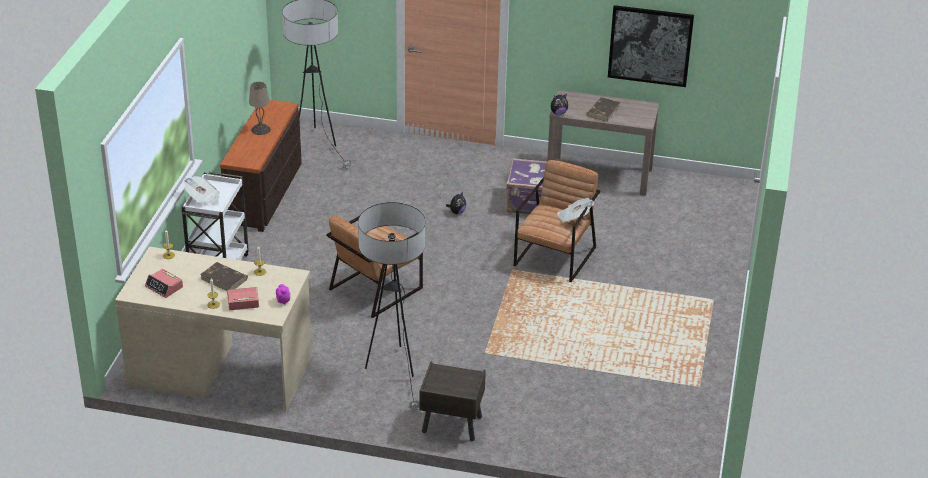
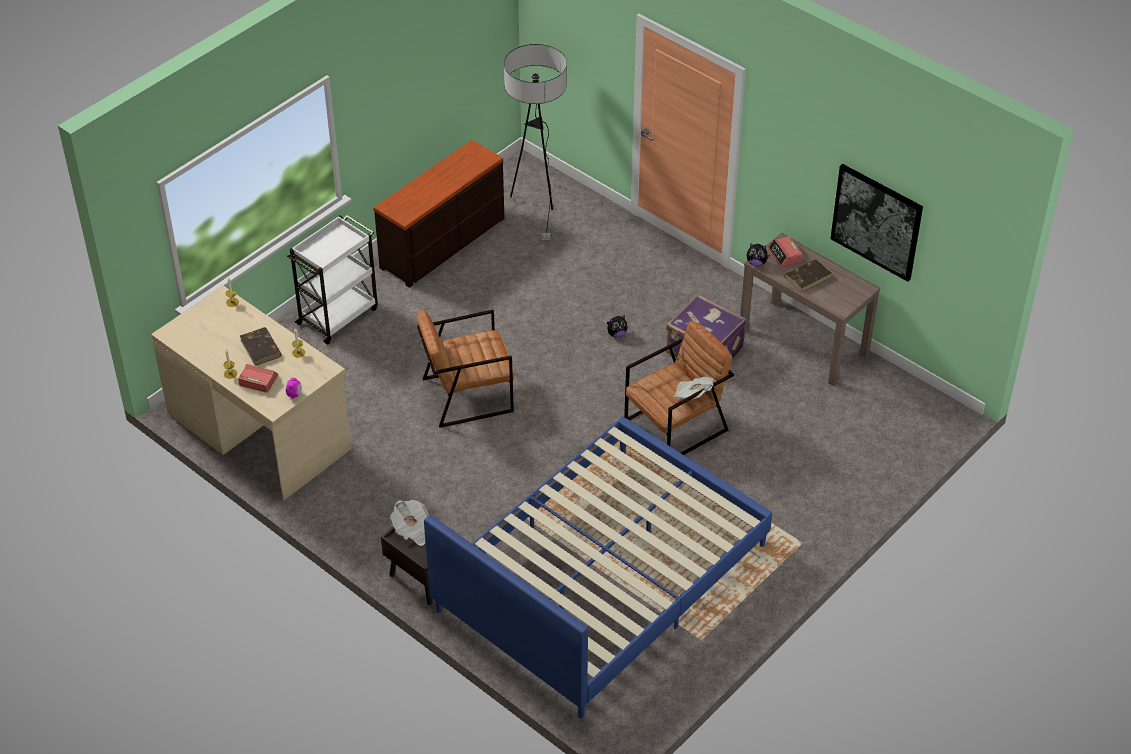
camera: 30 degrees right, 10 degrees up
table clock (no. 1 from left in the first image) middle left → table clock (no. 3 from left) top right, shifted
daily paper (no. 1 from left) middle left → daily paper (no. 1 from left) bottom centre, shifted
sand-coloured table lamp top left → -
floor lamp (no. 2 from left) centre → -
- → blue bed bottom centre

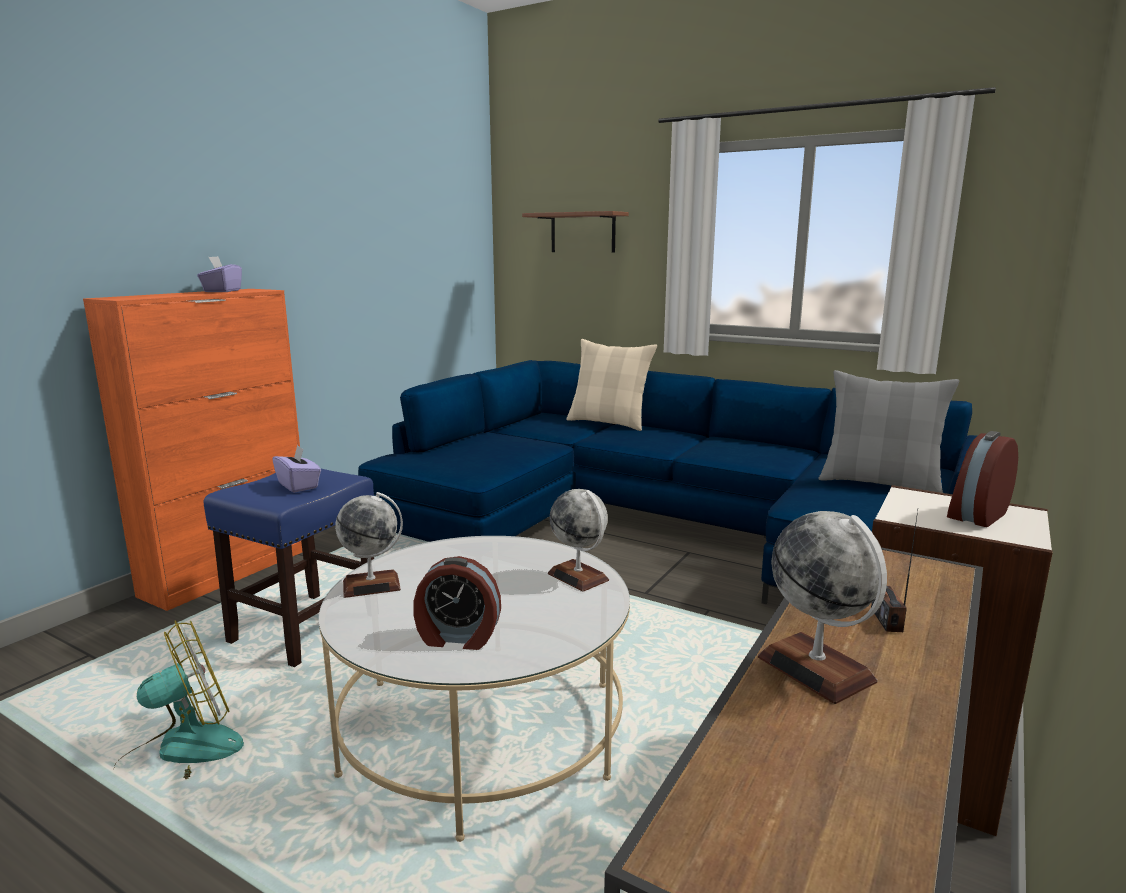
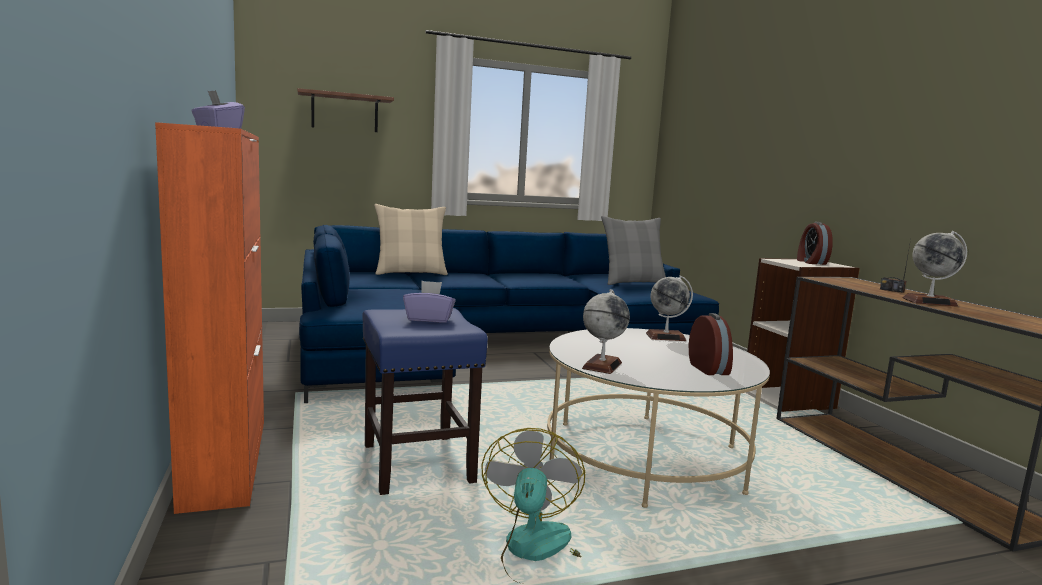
camera: 50 degrees left, 5 degrees down
table clock (no. 1 from left) bottom centre → table clock (no. 1 from left) middle right, 60 degrees counterclockwise

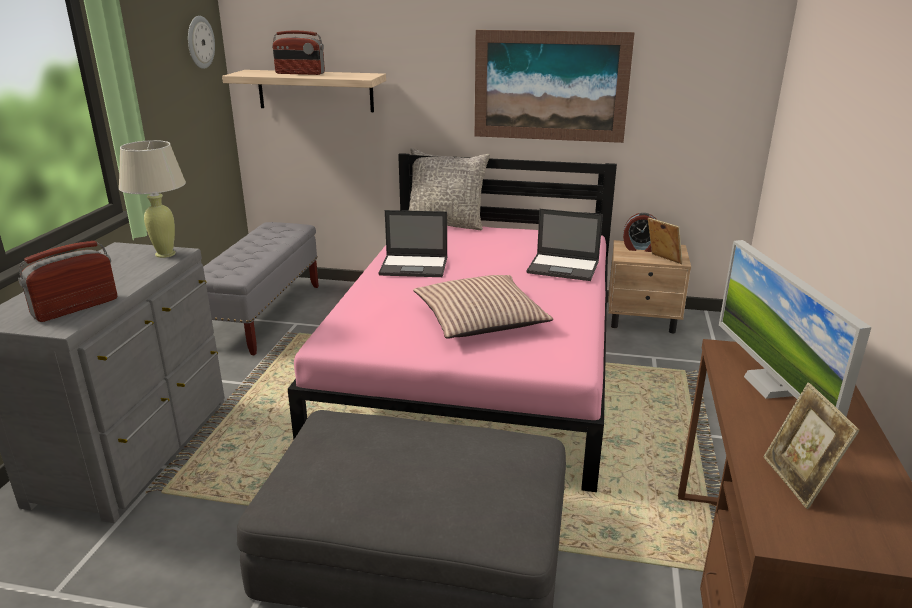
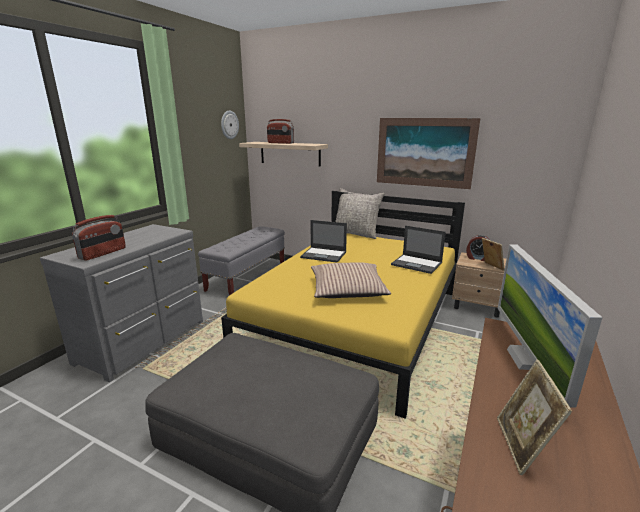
camera: 15 degrees right, 5 degrees down
radio set (no. 1 from left) middle left, 150 degrees clockwise
sand-coloured table lamp top left → -
pink bed centre → yellowish bed centre

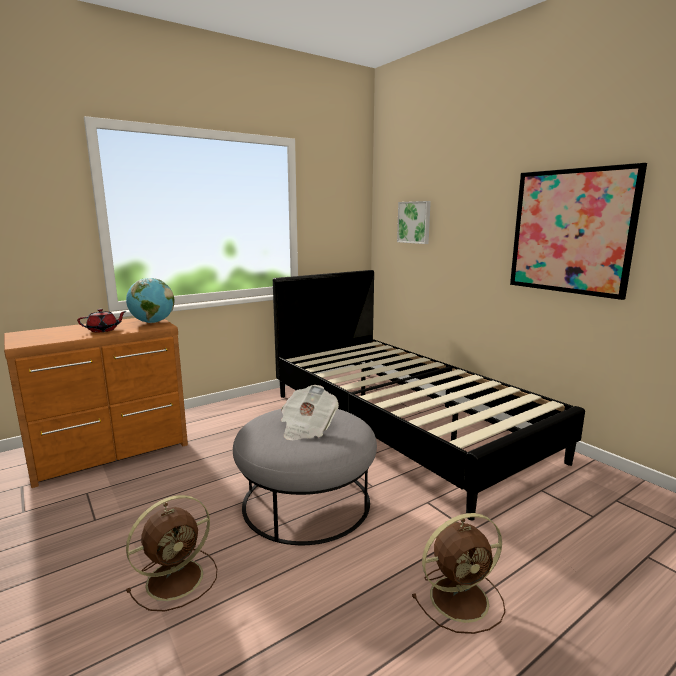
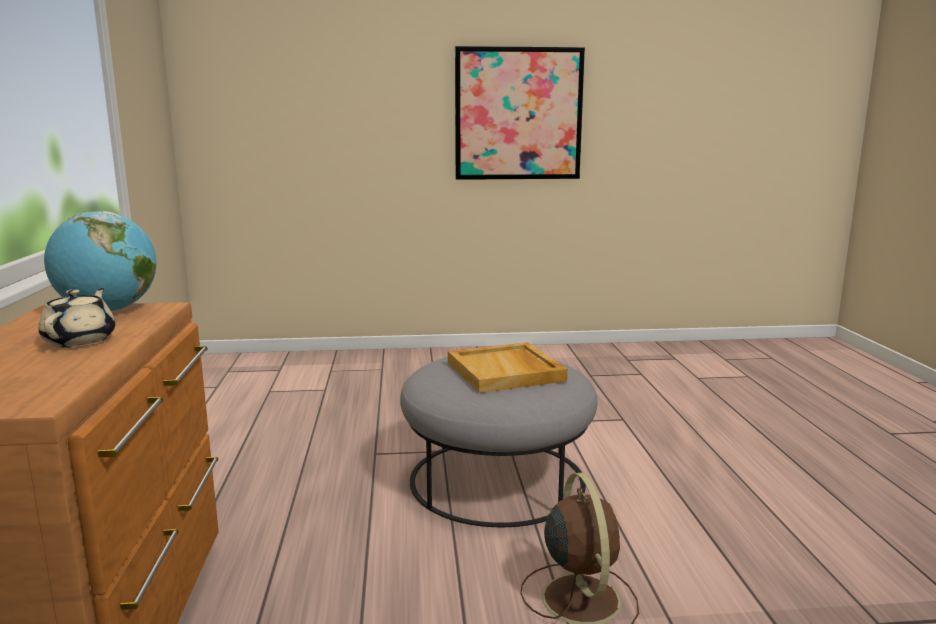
camera: 60 degrees left, 0 degrees up
red teapot middle left → sand-coloured teapot middle left
black-coloured bed centre → -
daily paper centre → sand-coloured tray centre
wall picture (no. 1 from left) top centre → -
brownish fan (no. 2 from left) bottom right → -

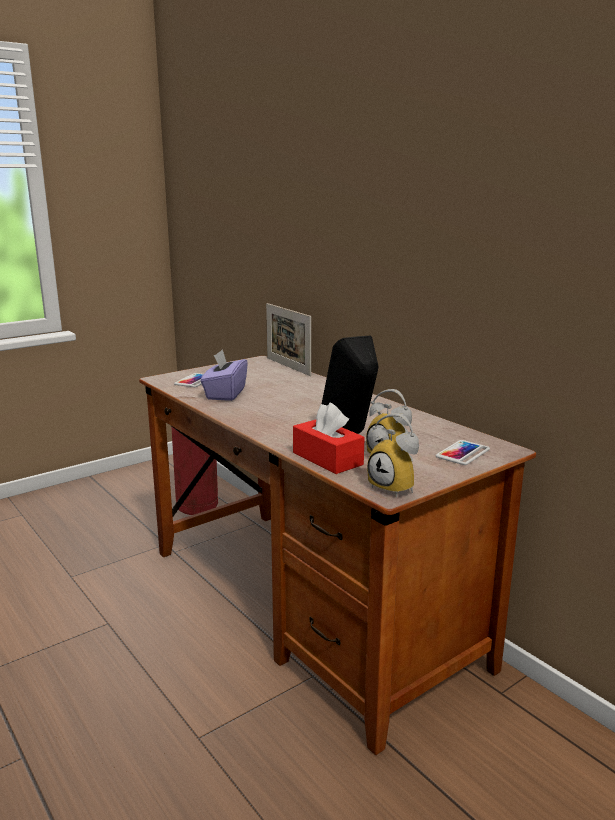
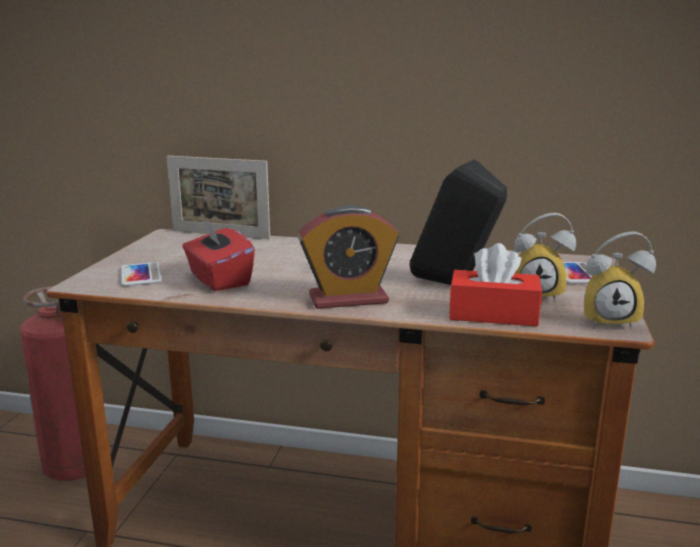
camera: 40 degrees left, 0 degrees up
purple-coloured box of tissues centre → red box of tissues (no. 1 from left) middle left
- → table clock (no. 1 from left) centre

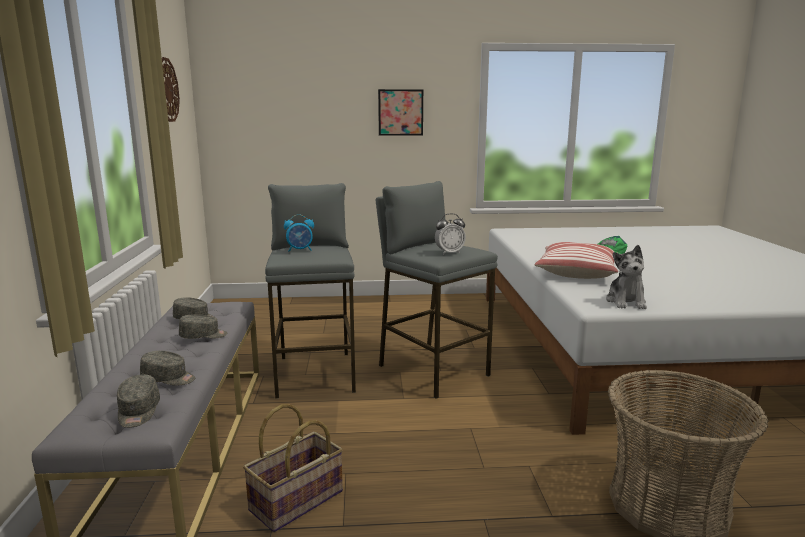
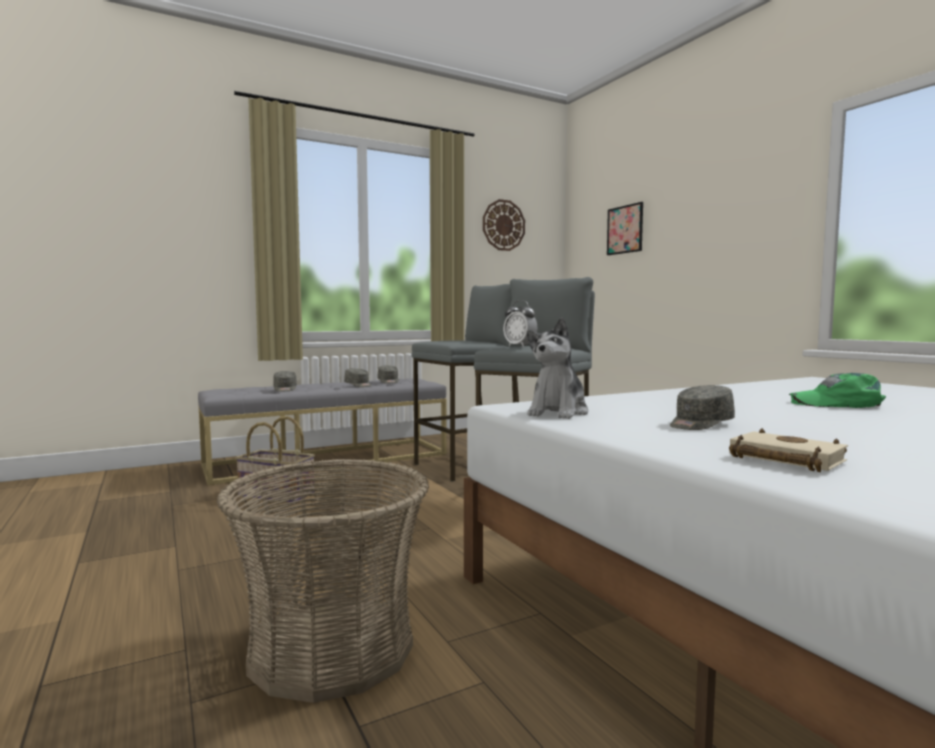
camera: 65 degrees right, 10 degrees down
greyish baseball cap (no. 1 from left in the first image) bottom left → greyish baseball cap (no. 4 from left) middle right, shifted
table clock (no. 1 from left) centre → -
wall picture top centre → wall picture top right, shifted
throw pillow middle right → -
cuddly toy middle right → cuddly toy centre, 45 degrees counterclockwise
- → sand-coloured book middle right

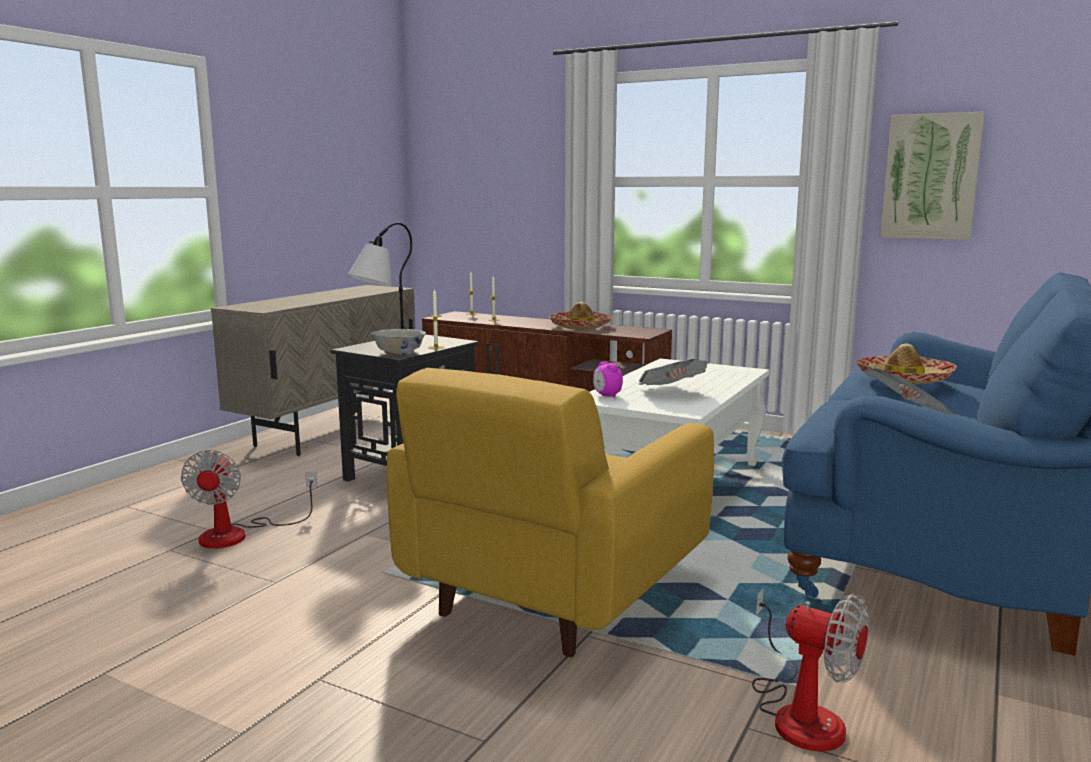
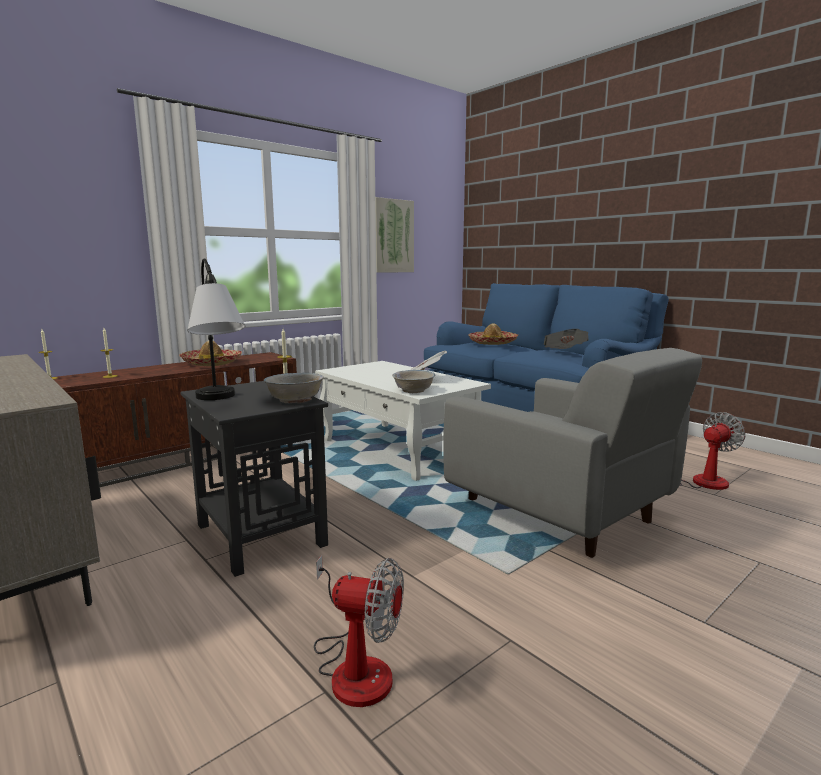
camera: 70 degrees left, 0 degrees up
yellowish armchair bottom centre → greyish armchair middle right
table clock centre → whitish deep dish (no. 2 from left) centre

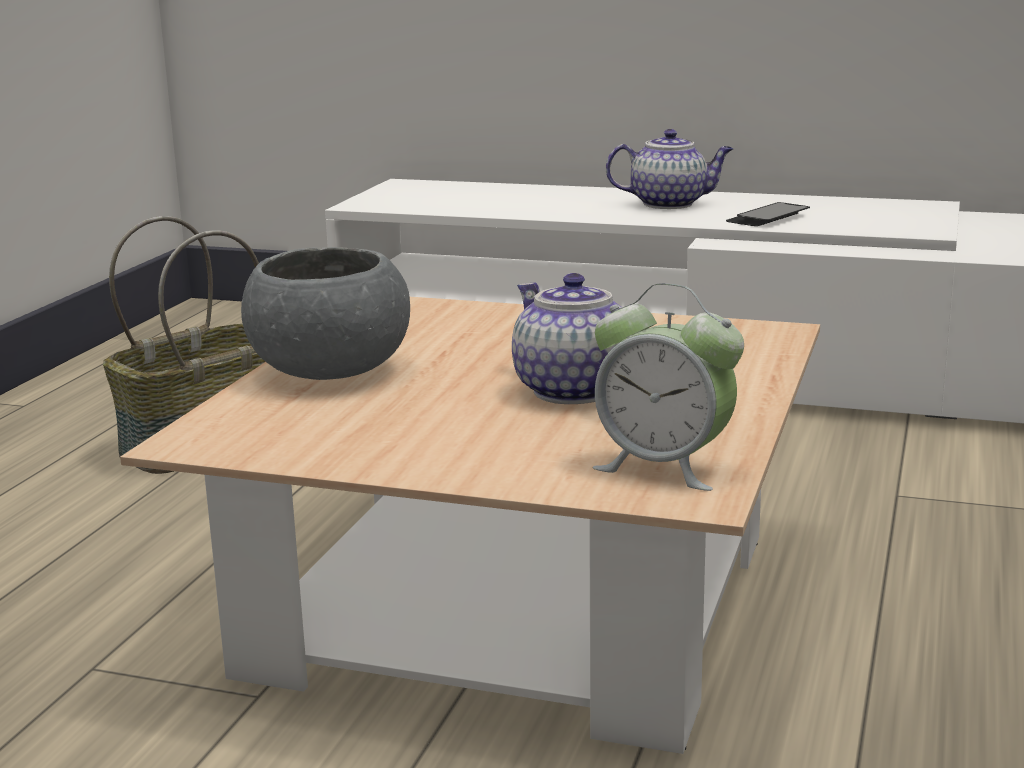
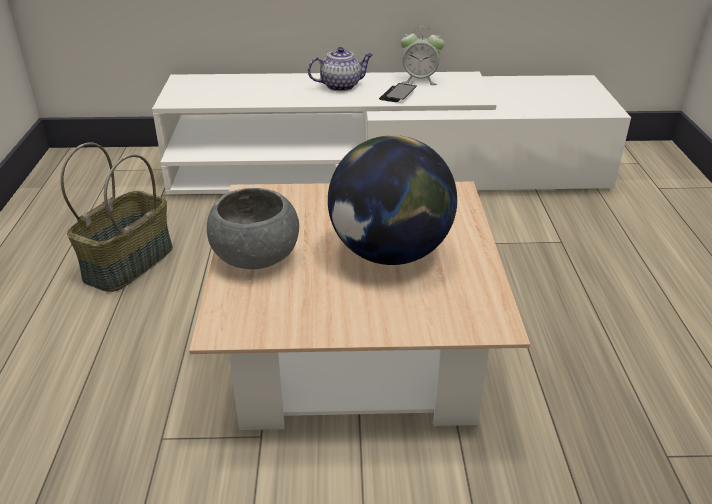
camera: 20 degrees left, 15 degrees up
teapot (no. 1 from left) centre → desk globe centre
table clock centre → table clock top centre, shifted

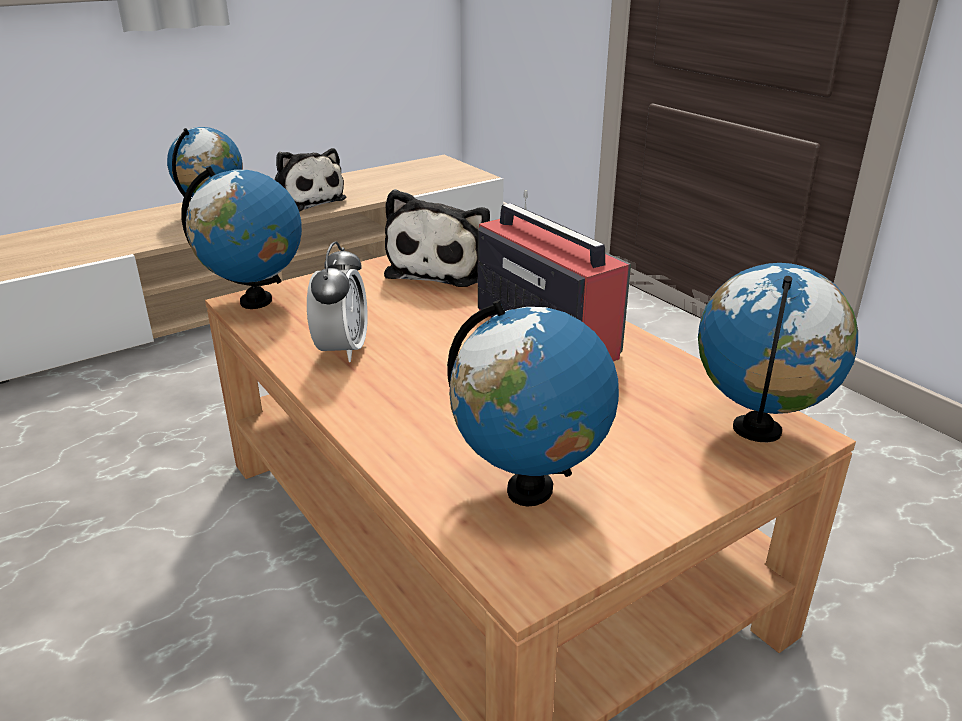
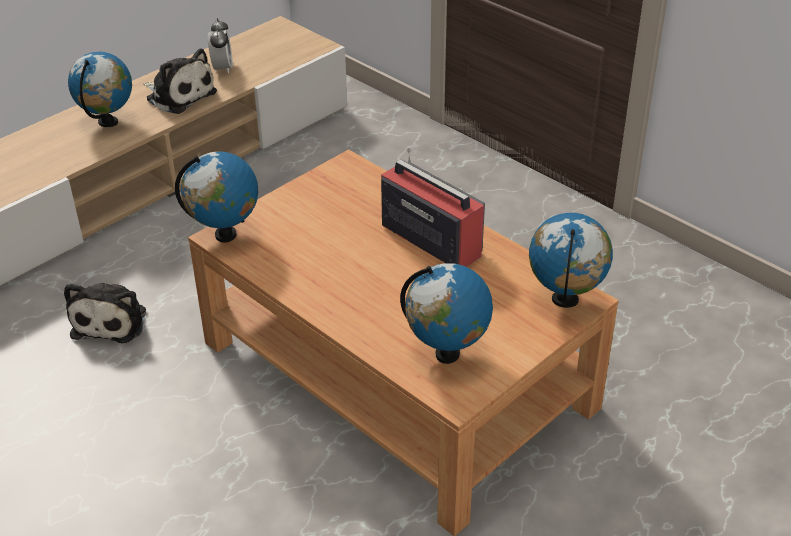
camera: 10 degrees left, 10 degrees up
table clock centre → table clock top left, shifted
cuddly toy (no. 2 from left in the first image) top centre → cuddly toy (no. 1 from left) middle left, shifted

